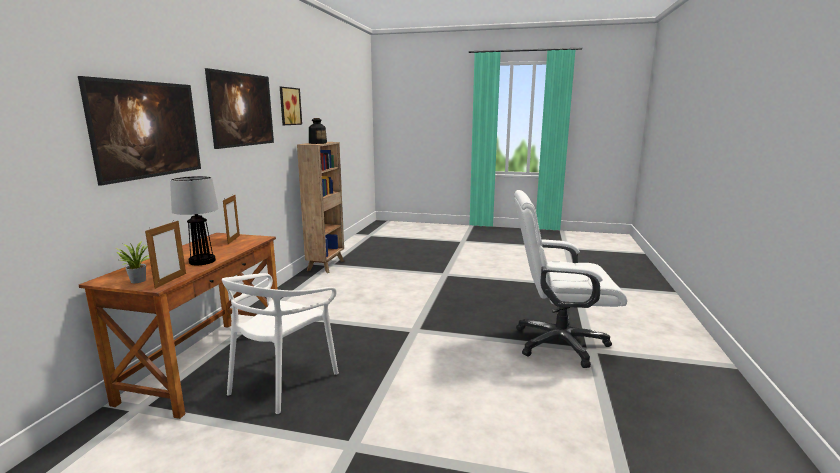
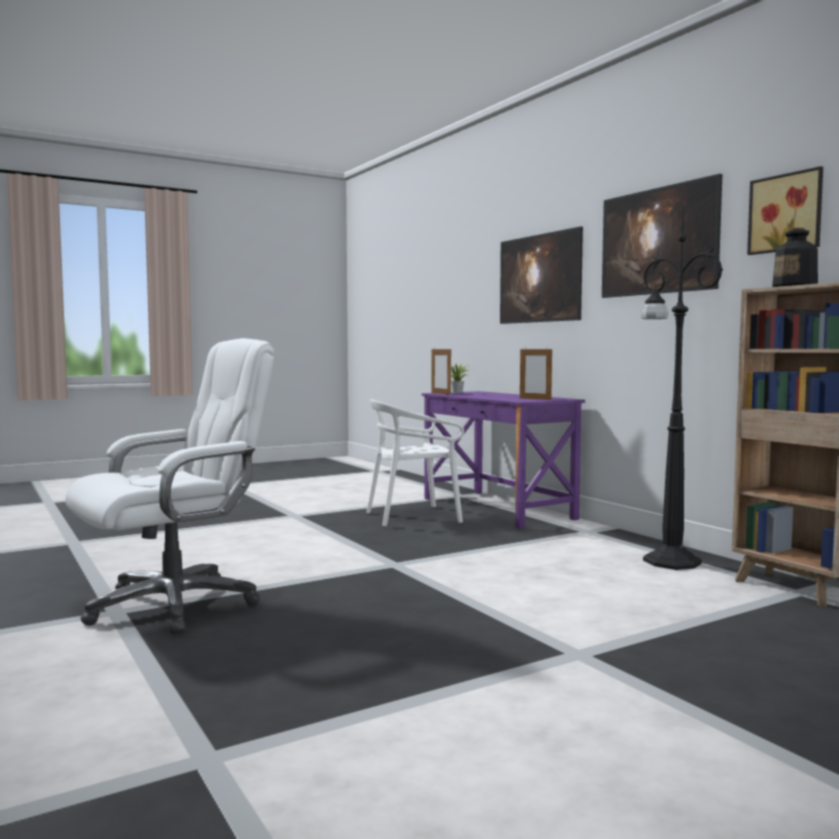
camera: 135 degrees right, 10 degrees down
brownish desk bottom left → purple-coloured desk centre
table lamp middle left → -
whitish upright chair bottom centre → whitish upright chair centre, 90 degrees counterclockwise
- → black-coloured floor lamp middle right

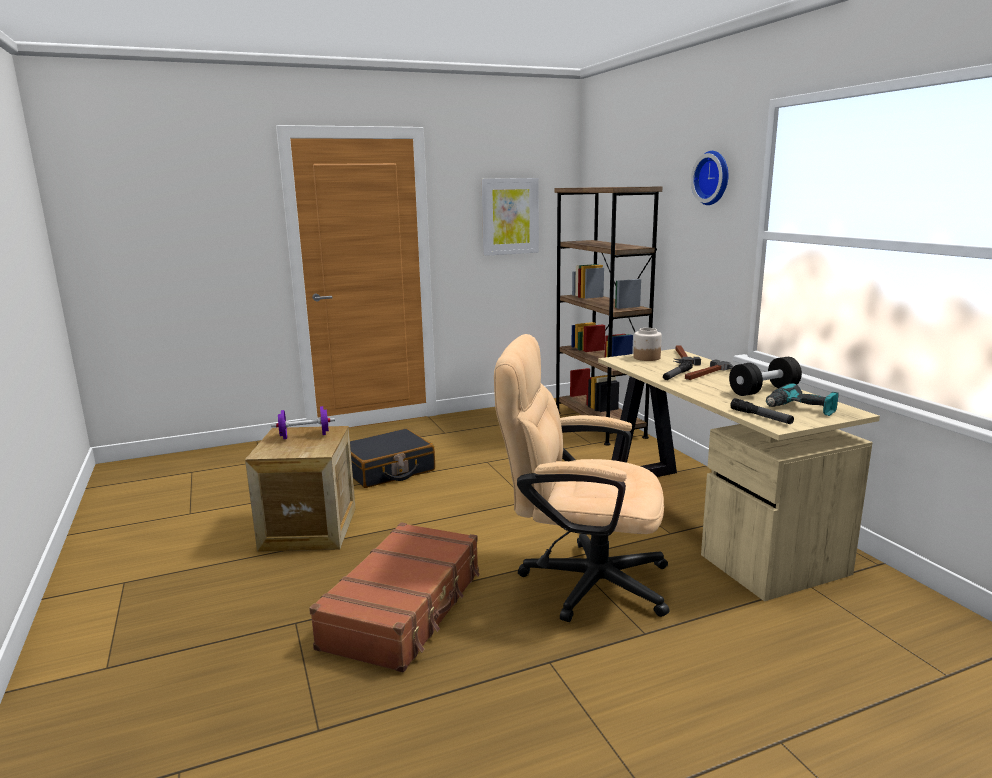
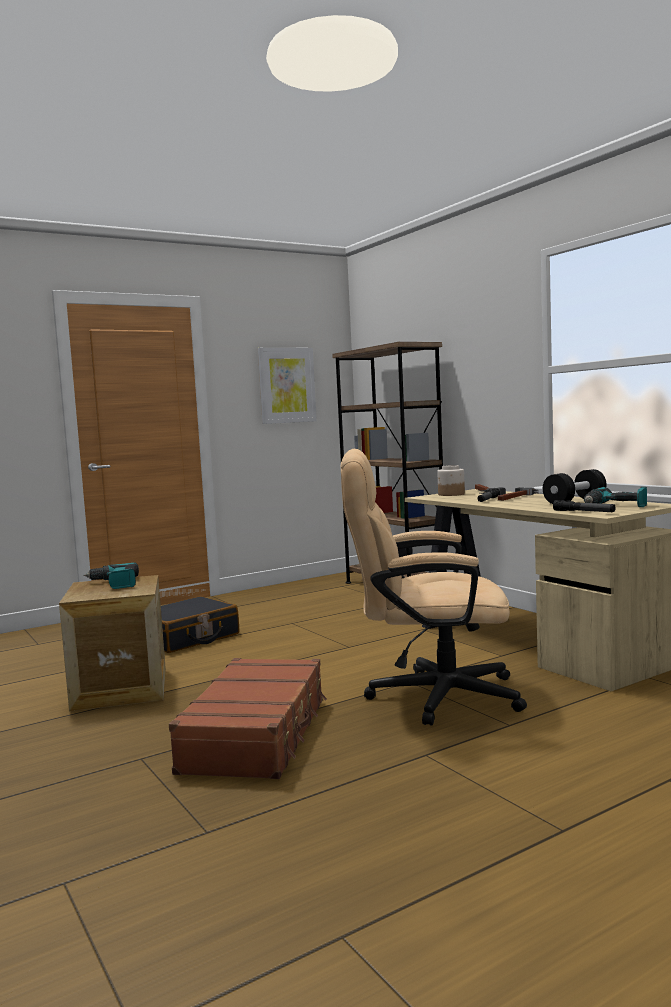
camera: 10 degrees left, 10 degrees down
purple-coloured hand weight middle left → electric drill (no. 1 from left) middle left
wall clock top right → -

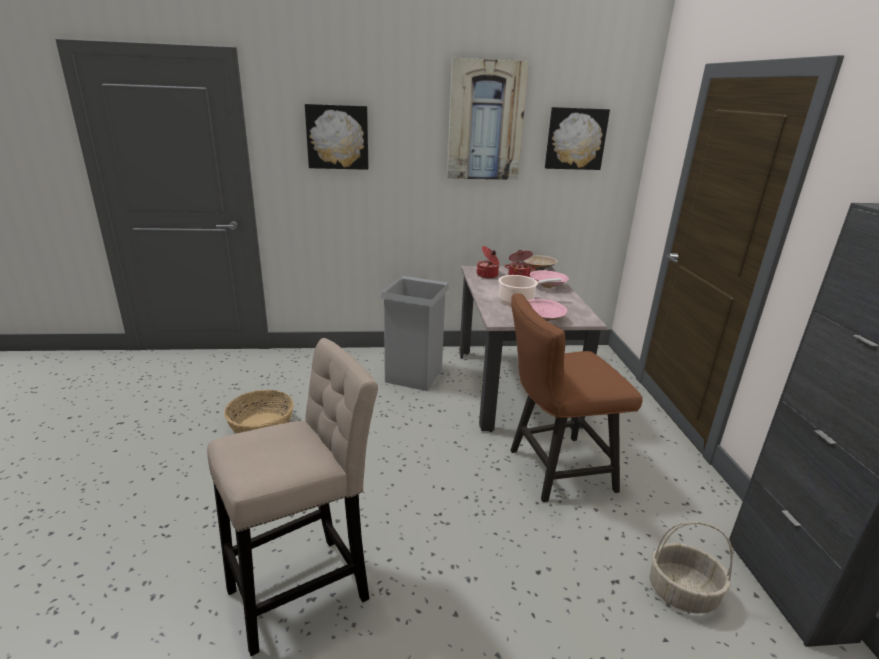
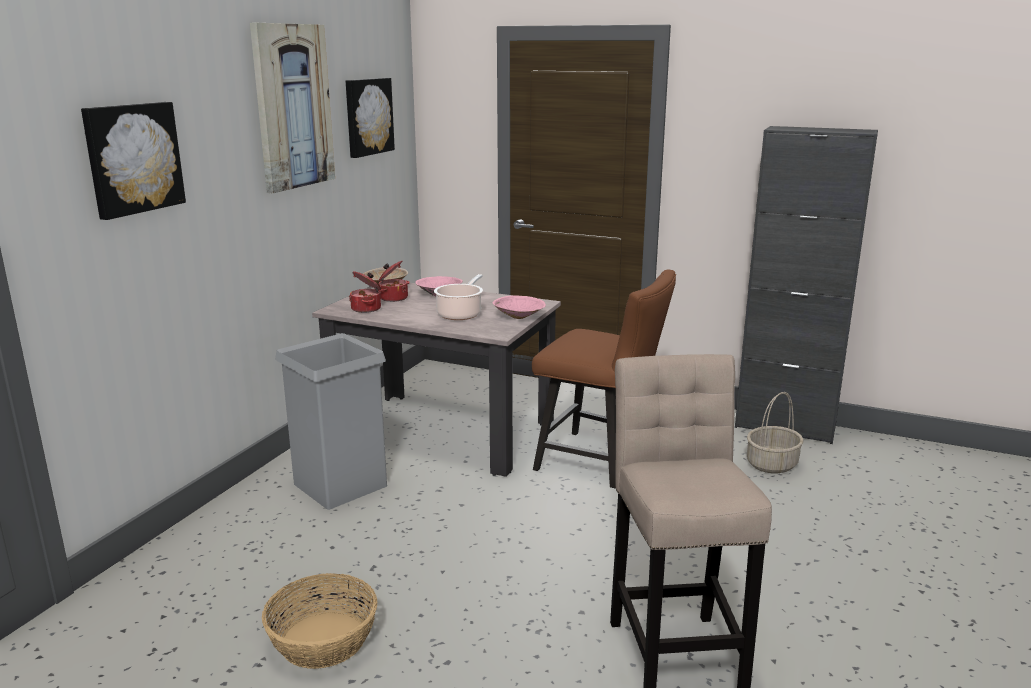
camera: 60 degrees left, 5 degrees down
brownish upright chair centre, 75 degrees counterclockwise

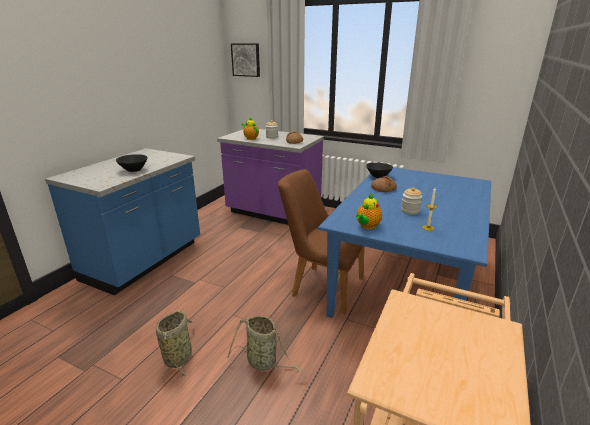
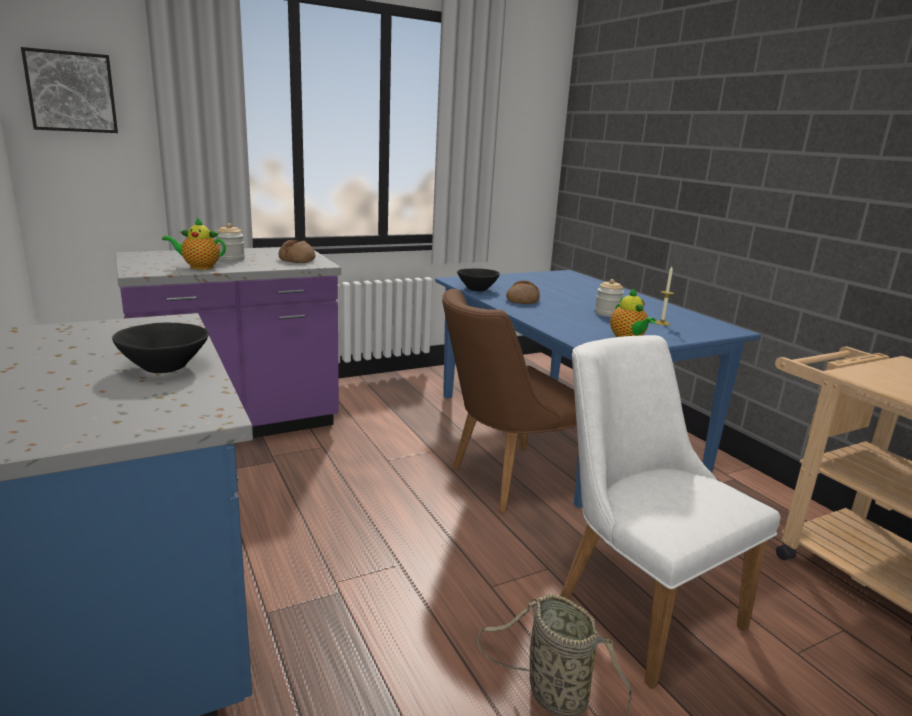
camera: 55 degrees left, 5 degrees down
household basket (no. 2 from left) bottom centre → whitish upright chair bottom right

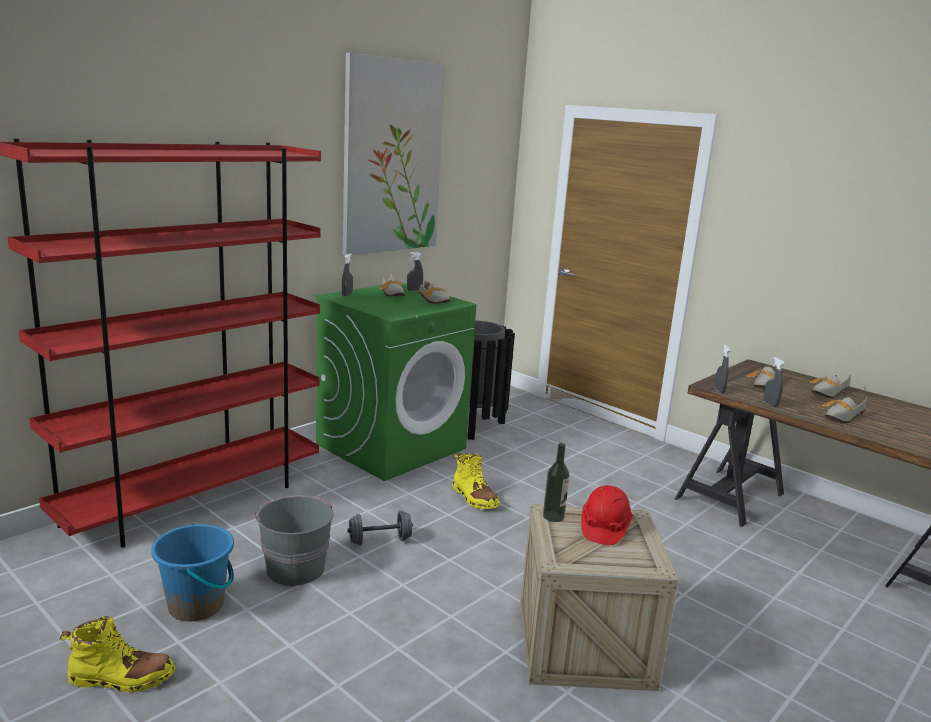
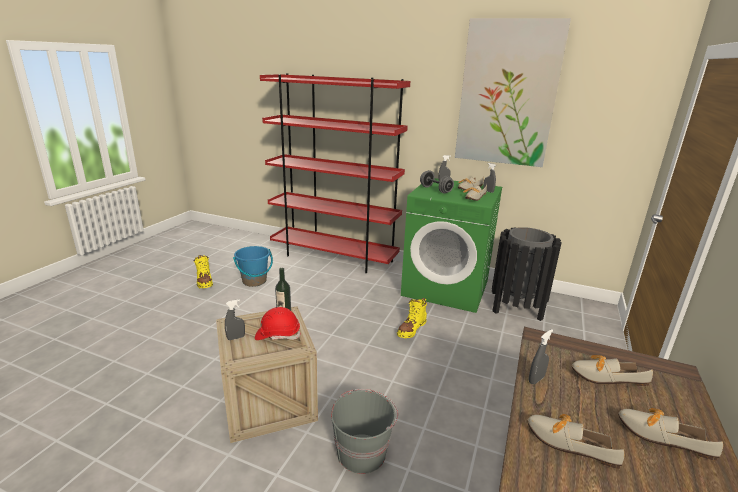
camera: 70 degrees right, 5 degrees up
greyish pail bottom left → greyish pail bottom centre, shifted
greyish hand weight bottom centre → greyish hand weight centre, shifted
greyish sprayer (no. 3 from left in the first image) middle right → greyish sprayer (no. 1 from left) middle left, shifted

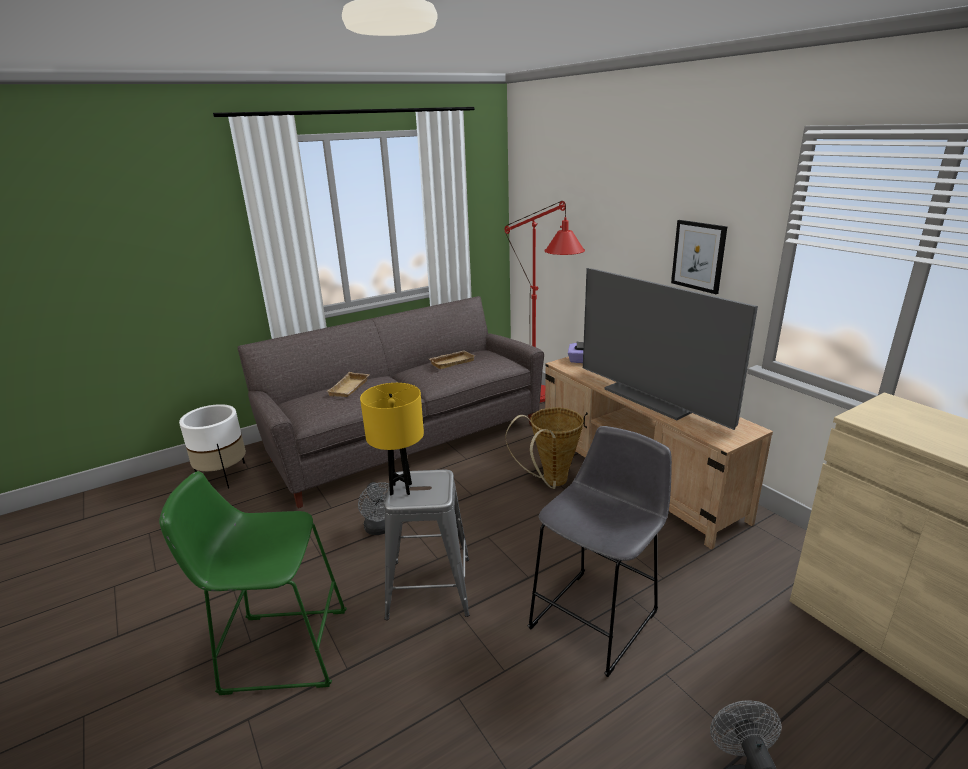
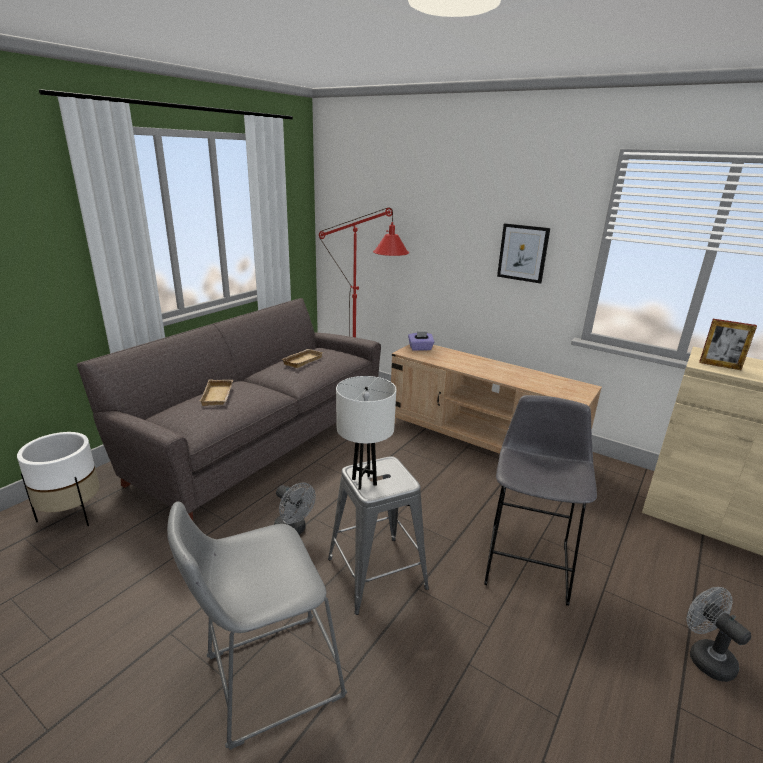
camera: 25 degrees left, 0 degrees up
green stool seat bottom left → greyish stool seat (no. 1 from left) bottom centre
yellowish table lamp centre → whitish table lamp centre
household basket centre → -
TV set middle right → -
- → standing frame middle right

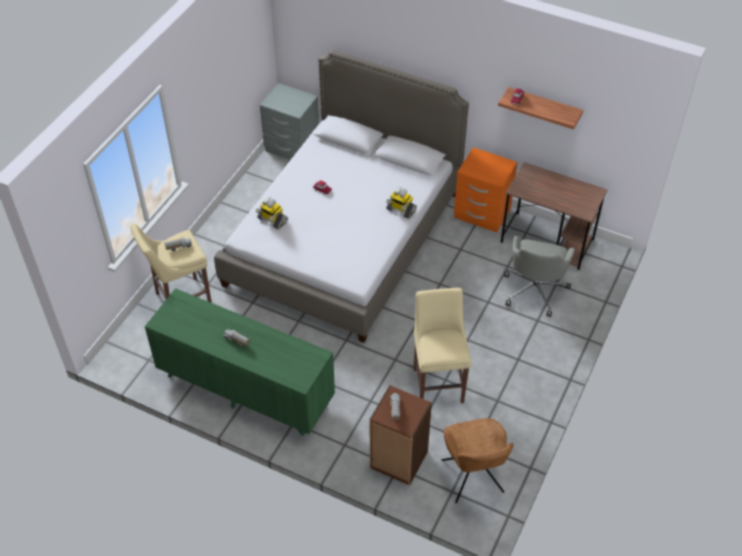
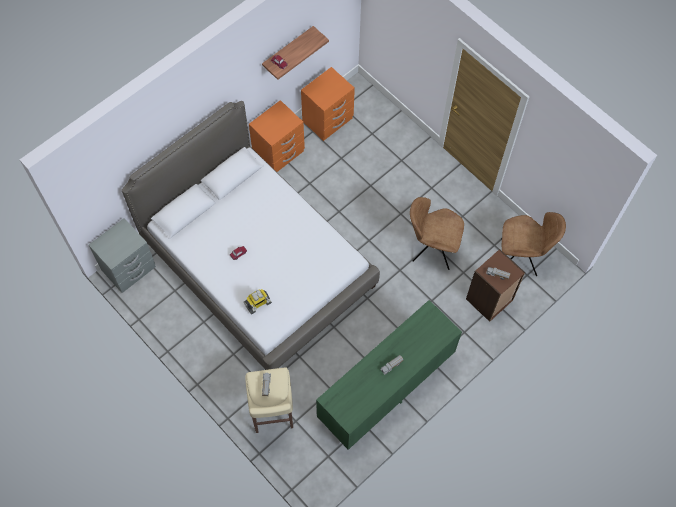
camera: 70 degrees left, 15 degrees up
model robot (no. 2 from left) centre → -
sand-coloured stool seat (no. 2 from left) centre → brownish upright chair (no. 1 from left) centre
brownish desk middle right → orangey nightstand (no. 2 from left) top centre
greyish computer chair middle right → -

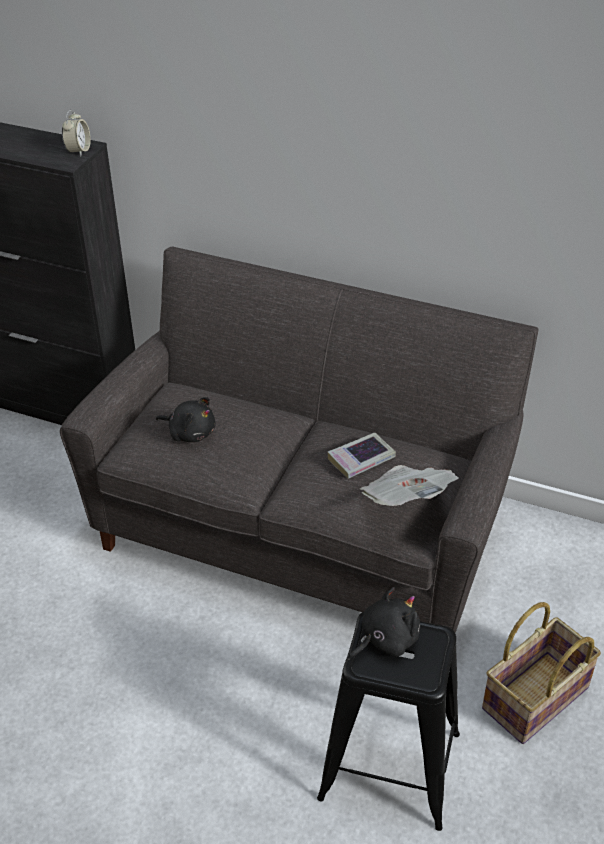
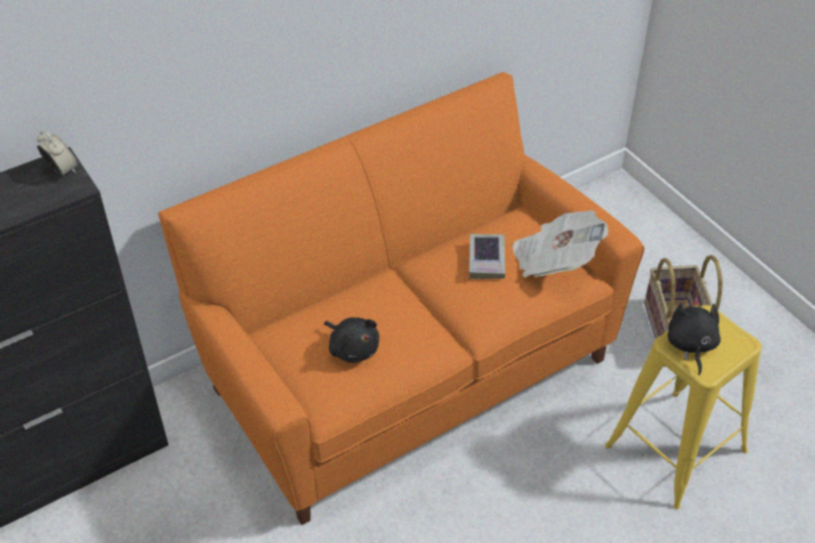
camera: 55 degrees left, 5 degrees up
greyish couch centre → orangey couch centre
black-coloured cuddly toy (no. 1 from left) middle left → black-coloured cuddly toy (no. 1 from left) centre, 75 degrees clockwise
black-coloured stool seat bottom centre → yellowish stool seat bottom right

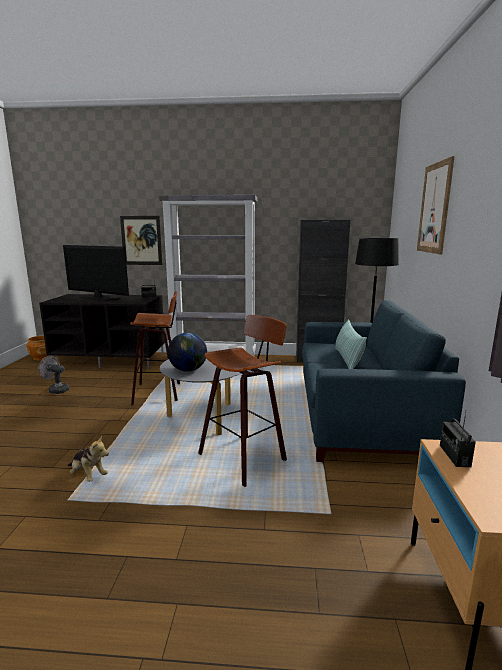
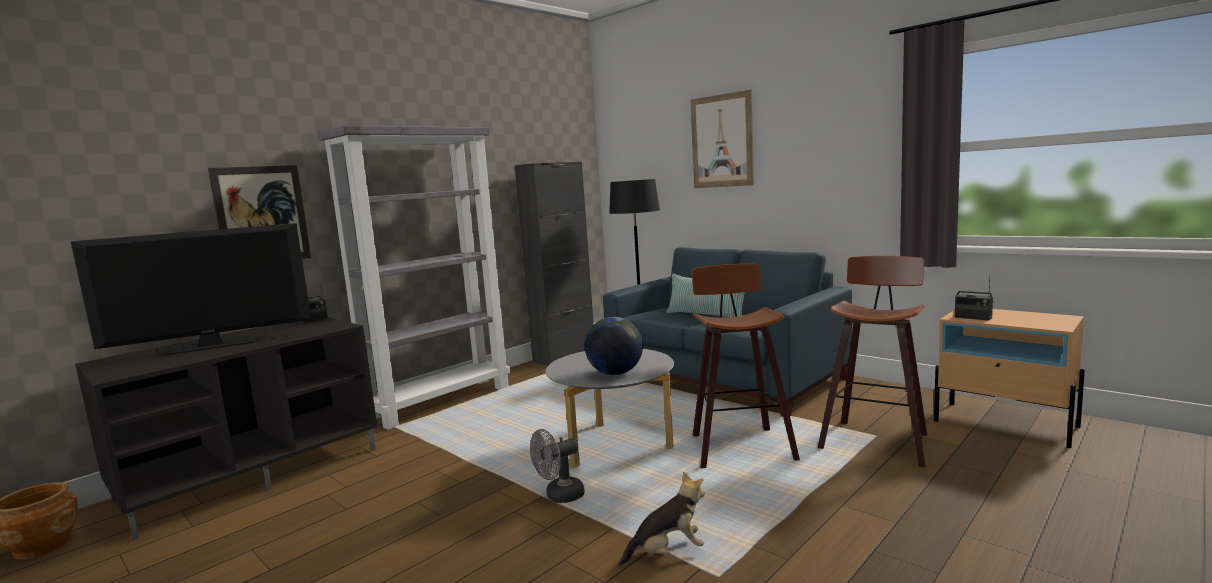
camera: 50 degrees left, 5 degrees down
greyish fan middle left → greyish fan bottom centre, shifted
stool seat (no. 1 from left in the first image) middle left → stool seat (no. 2 from left) middle right, shifted

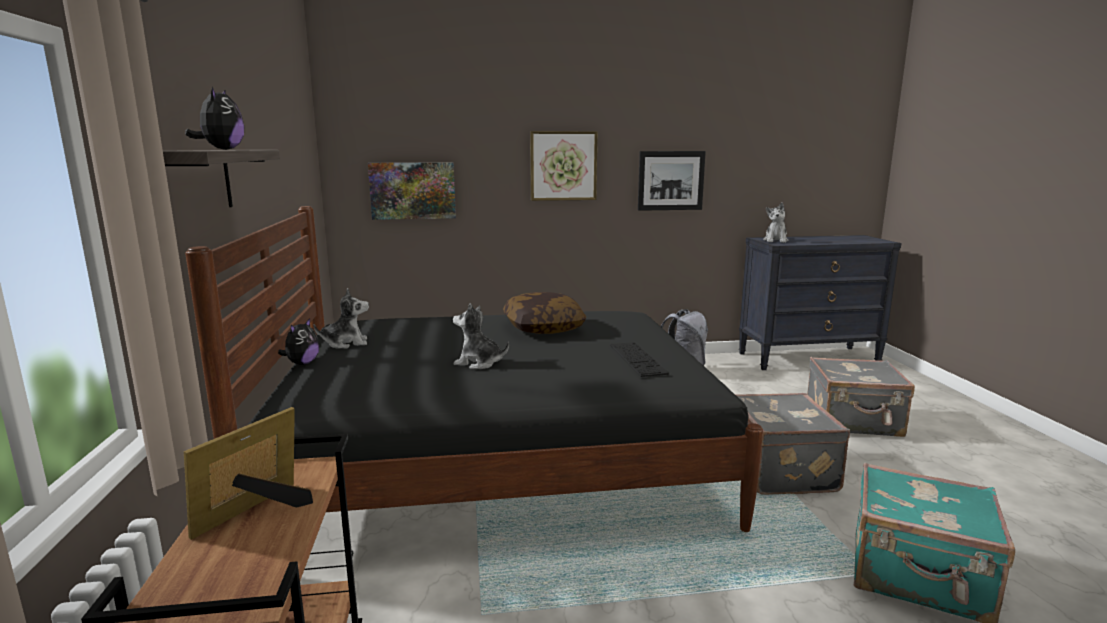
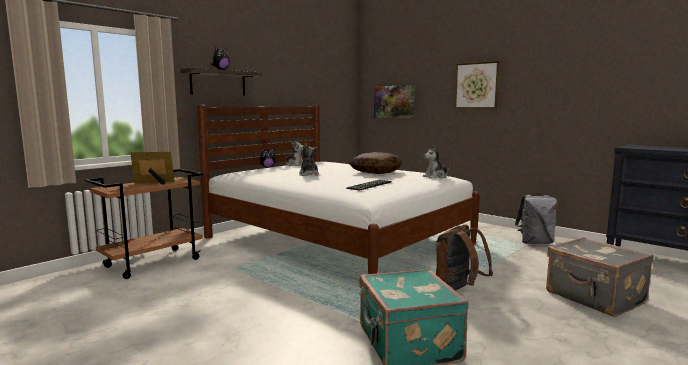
camera: 50 degrees right, 5 degrees down
black-coloured bed centre → whitish bed centre
wall picture (no. 3 from left) top centre → -
greyish suitcase (no. 1 from left) bottom right → brownish knapsack bottom right
cuddly toy (no. 5 from left) middle right → cuddly toy (no. 5 from left) centre, shifted

